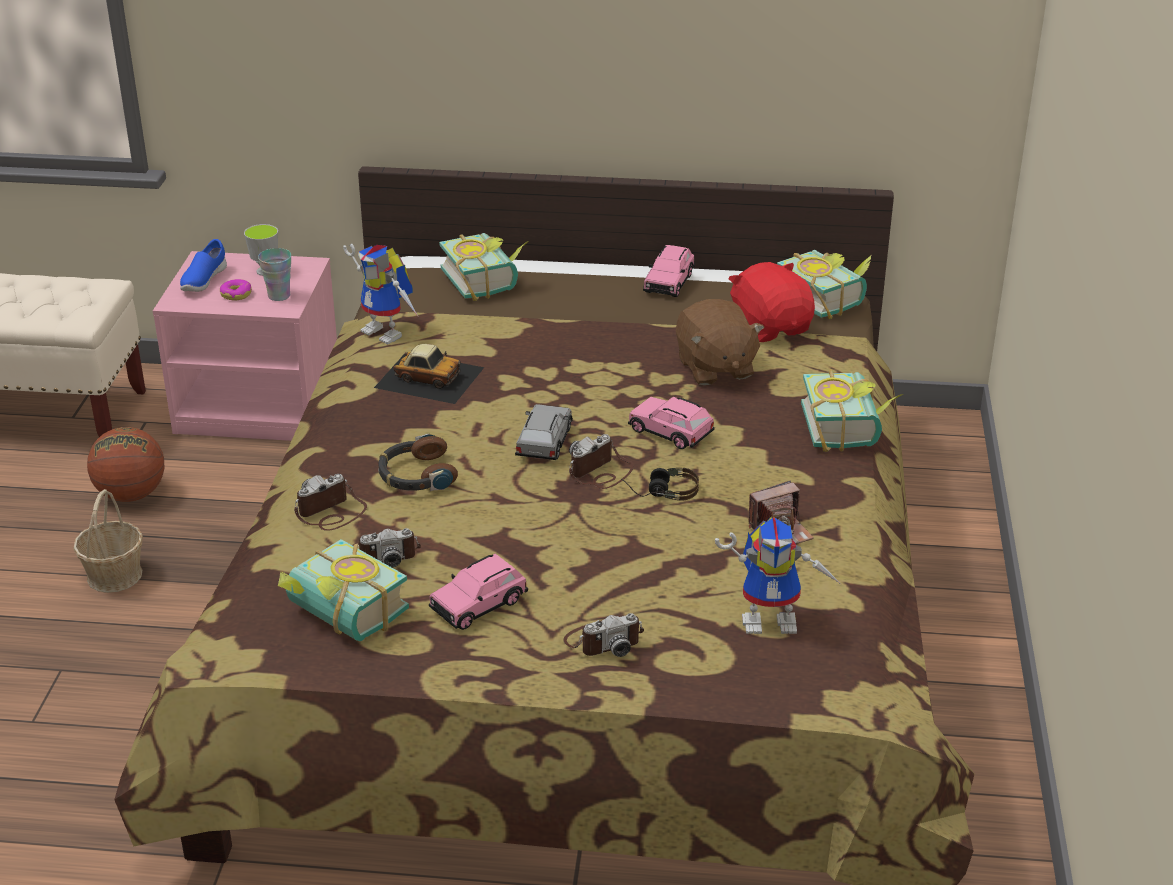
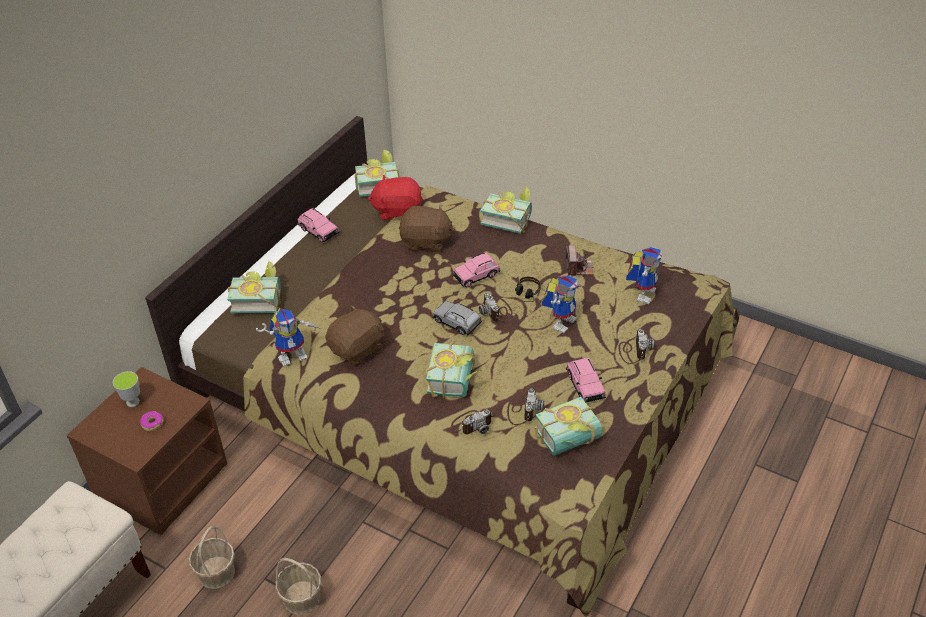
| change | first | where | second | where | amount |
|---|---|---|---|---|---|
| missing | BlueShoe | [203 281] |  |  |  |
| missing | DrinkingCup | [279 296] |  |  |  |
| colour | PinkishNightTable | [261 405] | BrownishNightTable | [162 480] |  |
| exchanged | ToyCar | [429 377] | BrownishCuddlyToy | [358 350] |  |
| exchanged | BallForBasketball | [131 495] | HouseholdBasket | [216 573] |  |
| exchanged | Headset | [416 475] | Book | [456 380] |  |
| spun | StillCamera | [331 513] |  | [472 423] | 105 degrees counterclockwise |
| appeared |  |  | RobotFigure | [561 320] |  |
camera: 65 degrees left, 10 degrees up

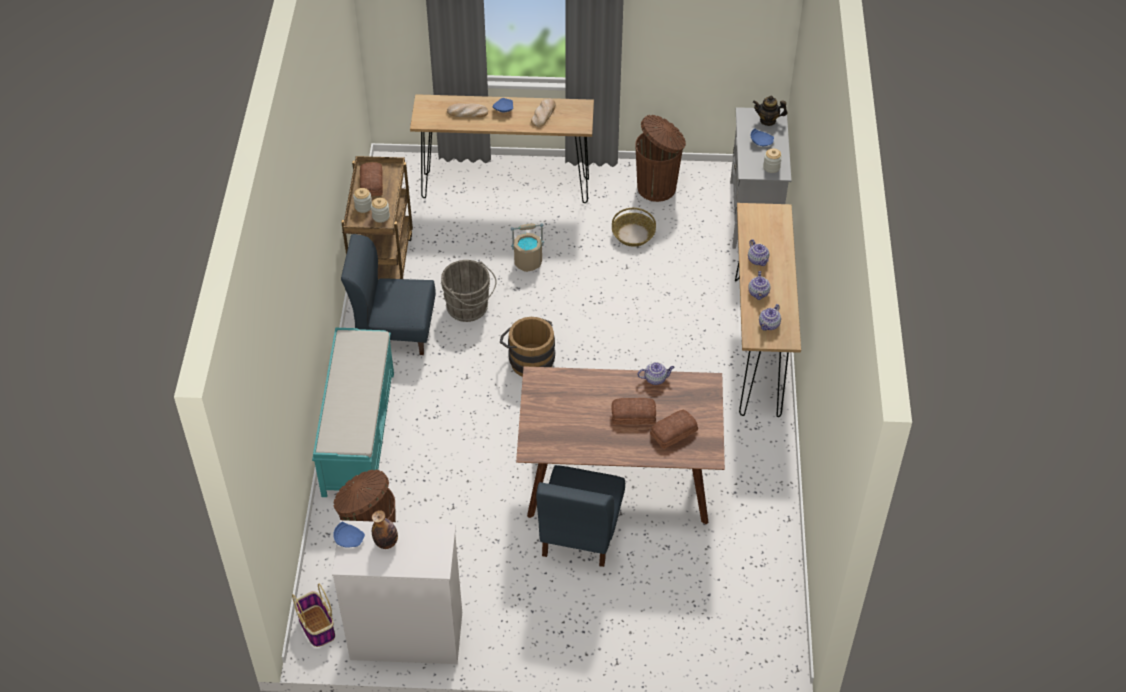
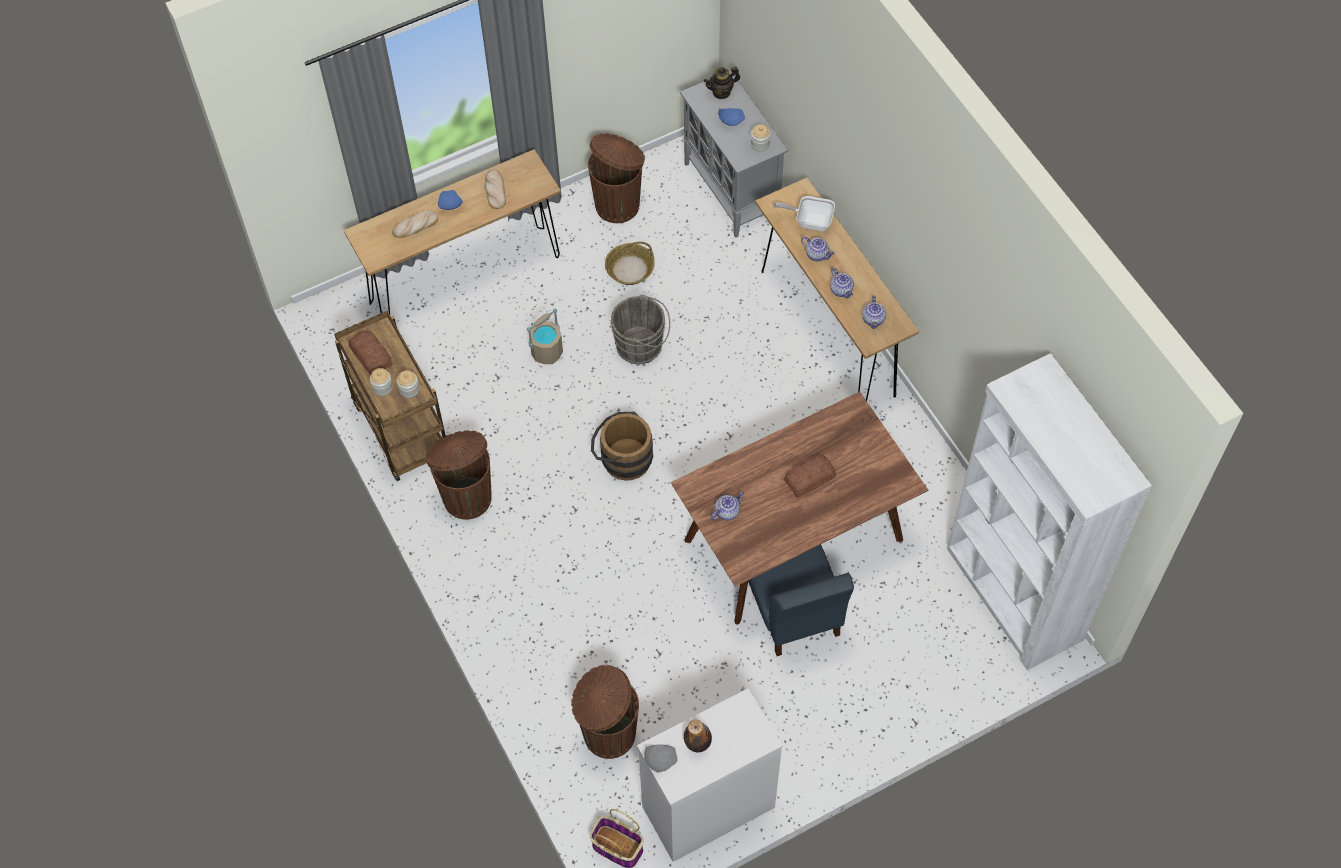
| change | first | where | second | where | amount |
|---|---|---|---|---|---|
| exchanged | BlueChair | [394 331] | BrownishRubbishBin | [466 496] |  |
| relocated | GreyishWaterBucket | [469 308] |  | [642 346] |  |
| missing | TurquoiseIndoorBench | [358 432] |  |  |  |
| relocated | PotForTea | [655 378] |  | [727 511] |  |
| missing | BakedBread | [672 432] |  |  |  |
| colour | BlueFlatDish | [349 539] | GreyishFlatDish | [660 759] |  |
| appeared |  |  | Skillet | [810 221] |  |
| appeared |  |  | WhiteBookcase | [1013 595] |  |
camera: 30 degrees left, 10 degrees up

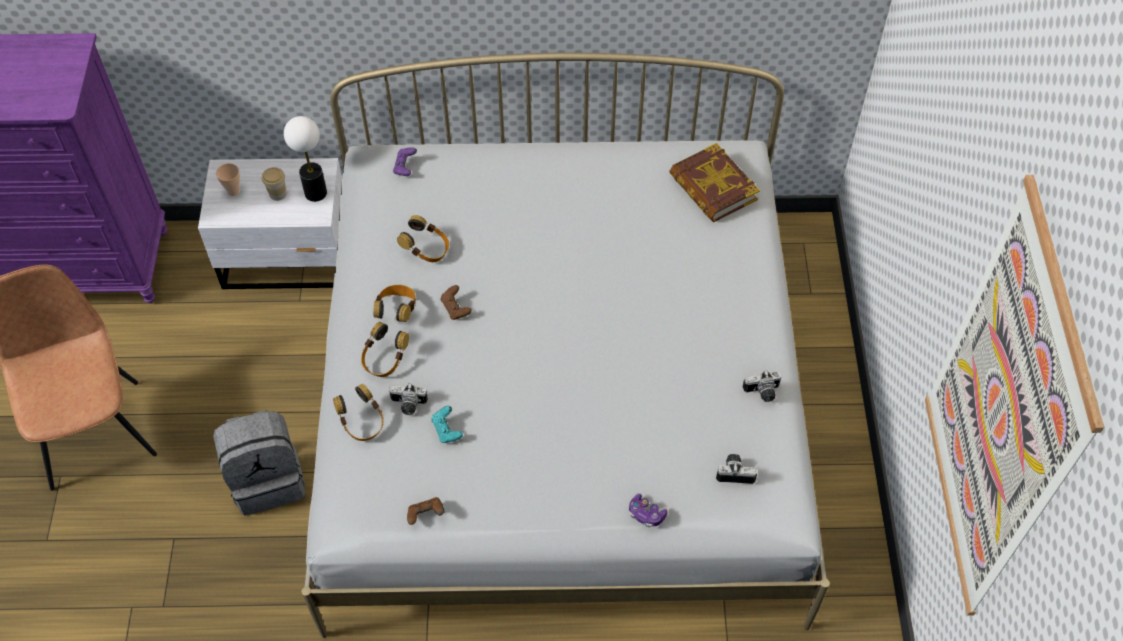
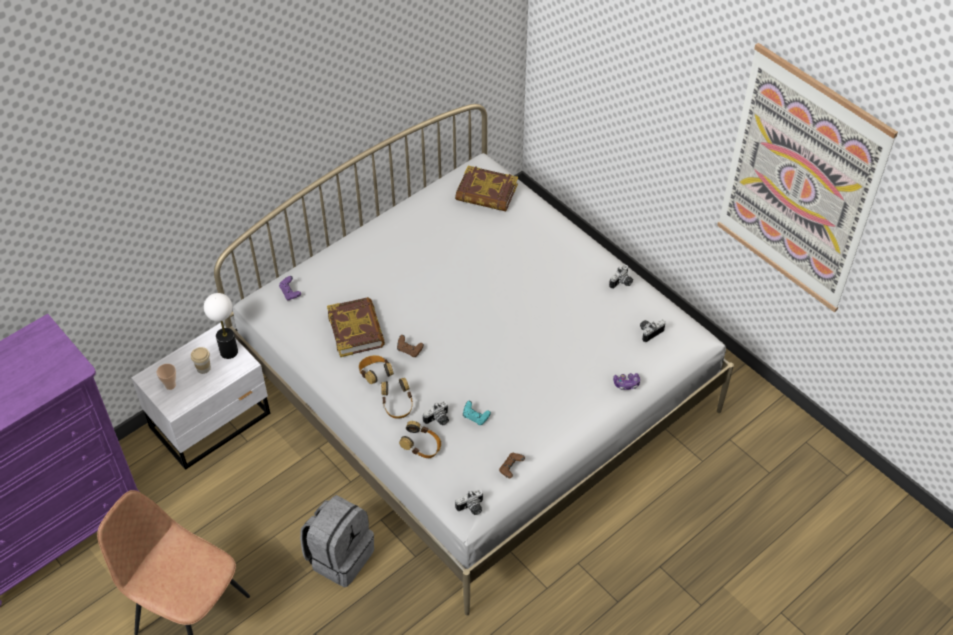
| change | first | where | second | where | amount |
|---|---|---|---|---|---|
| exchanged | Headset | [427 250] | Book | [356 330] |  |
| appeared |  |  | StillCamera | [471 508] |  |
camera: 40 degrees left, 5 degrees down

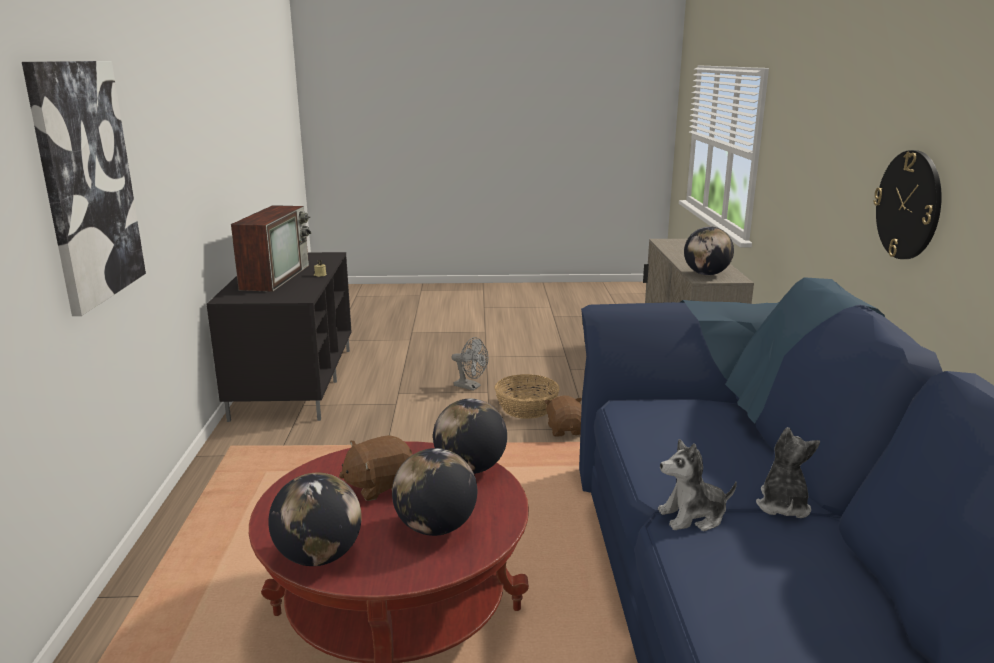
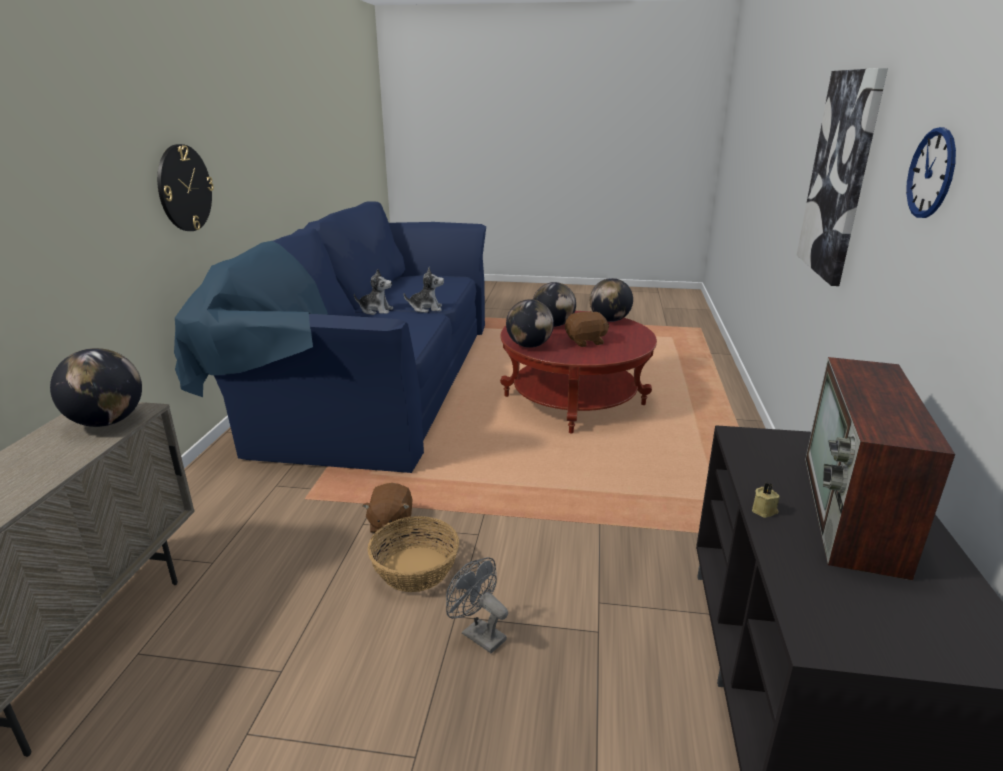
| change | first | where | second | where | amount |
|---|---|---|---|---|---|
| spun | CuddlyToy | [782 505] |  | [376 311] | 105 degrees counterclockwise |
| appeared |  |  | ClockOnTheWall | [931 173] |  |
camera: 170 degrees left, 5 degrees up

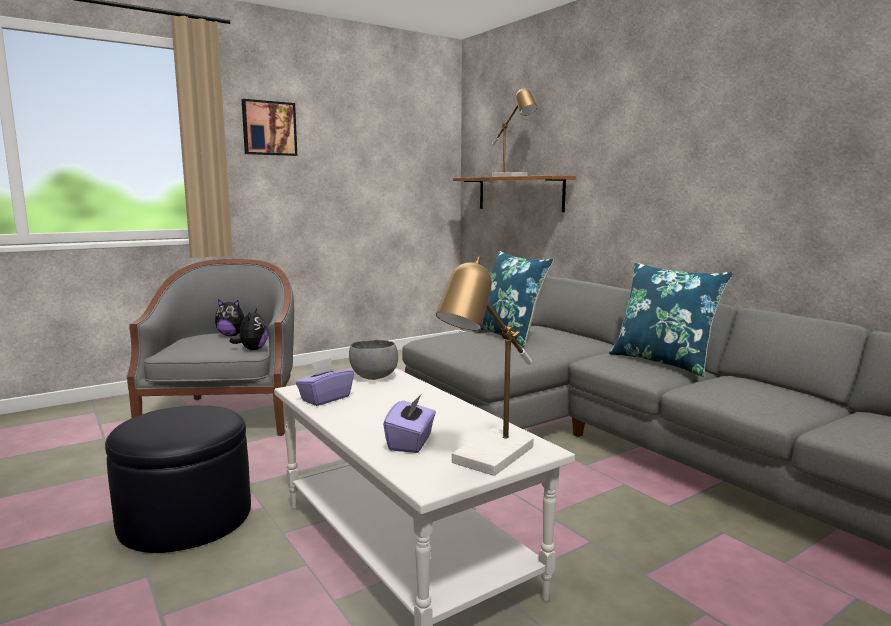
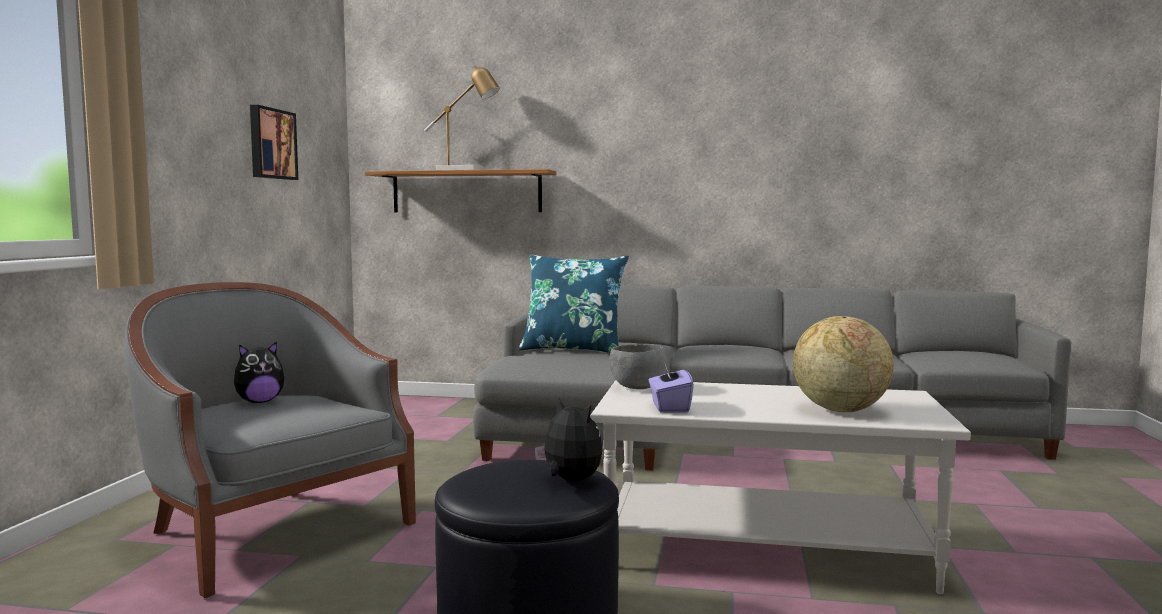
| change | first | where | second | where | amount |
|---|---|---|---|---|---|
| relocated | Picture | [269 128] |  | [271 144] |  |
| missing | LampForATable | [488 459] |  |  |  |
| missing | BlueCushion | [663 362] |  |  |  |
| relocated | CuddlyToy | [252 349] |  | [569 481] |  |
| exchanged | PurpleColouredTissueBox | [411 442] | WorldGlobe | [839 410] |  |
camera: 45 degrees left, 5 degrees down

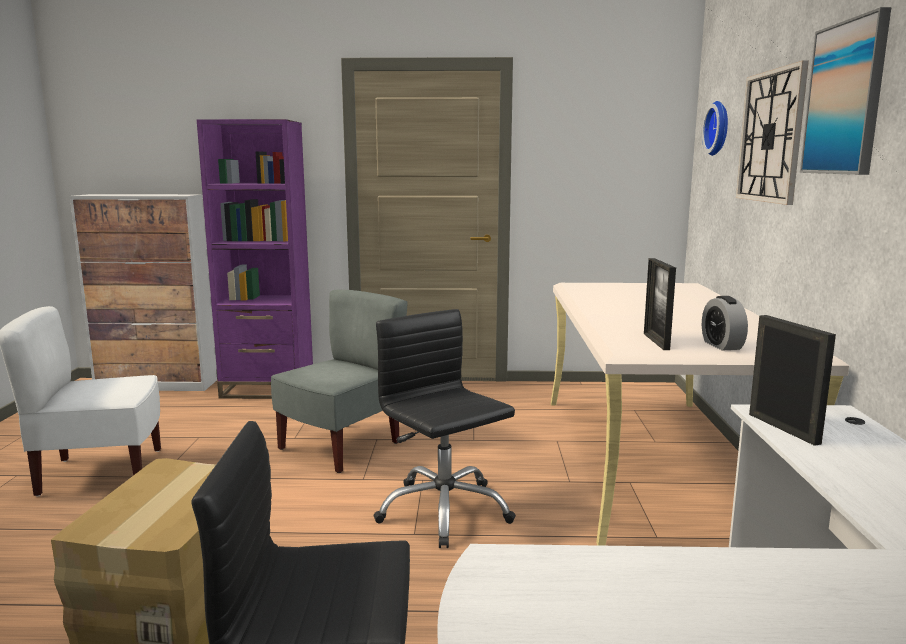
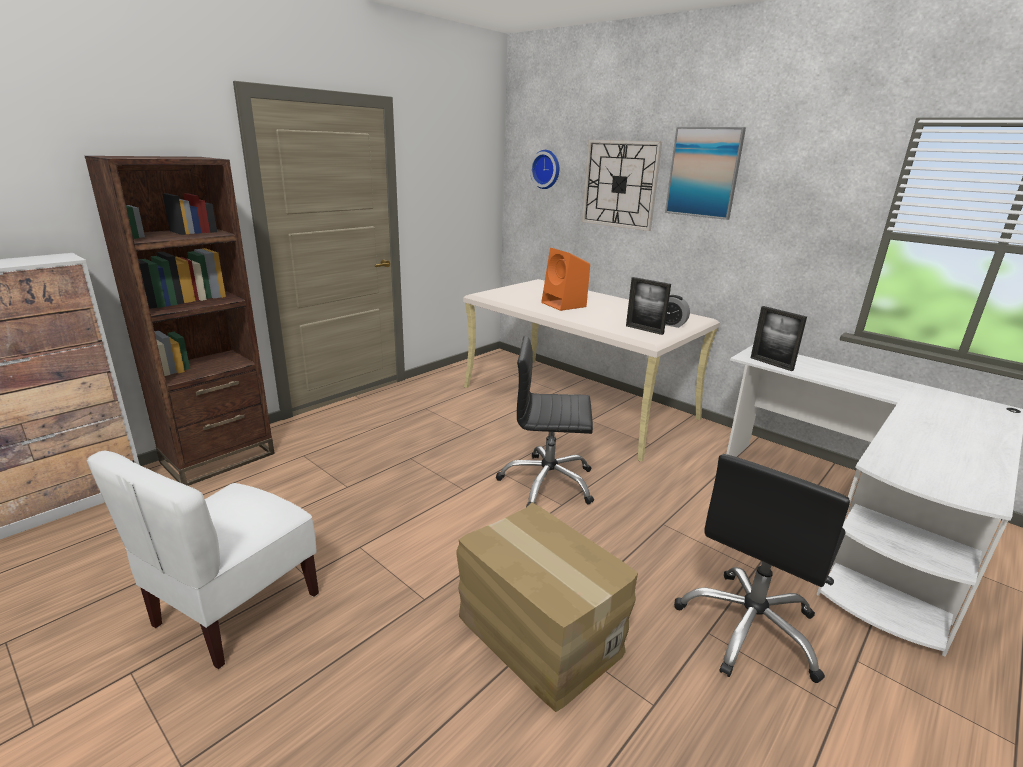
| change | first | where | second | where | amount |
|---|---|---|---|---|---|
| colour | PurpleColouredBookcase | [268 389] | BrownishBookcase | [218 458] |  |
| missing | GreyishChair | [341 446] |  |  |  |
| spun | PhotoFrame | [783 428] |  | [771 364] | 150 degrees counterclockwise |
| appeared |  |  | OrangeLoudspeaker | [564 305] |  |
camera: 50 degrees left, 10 degrees up

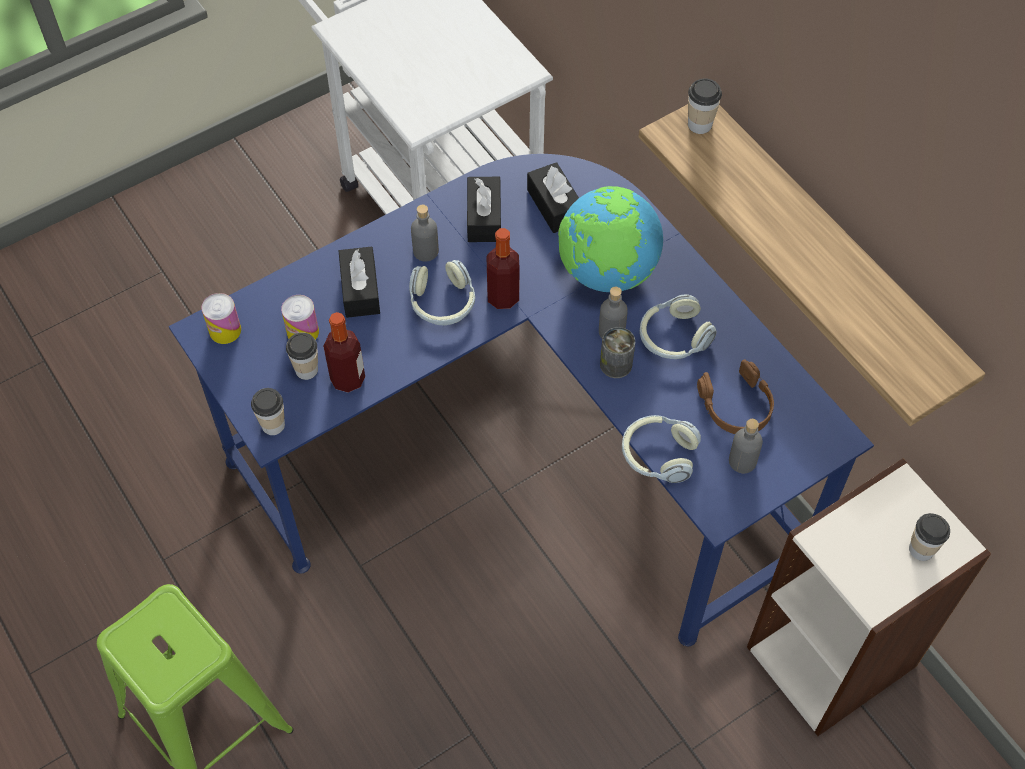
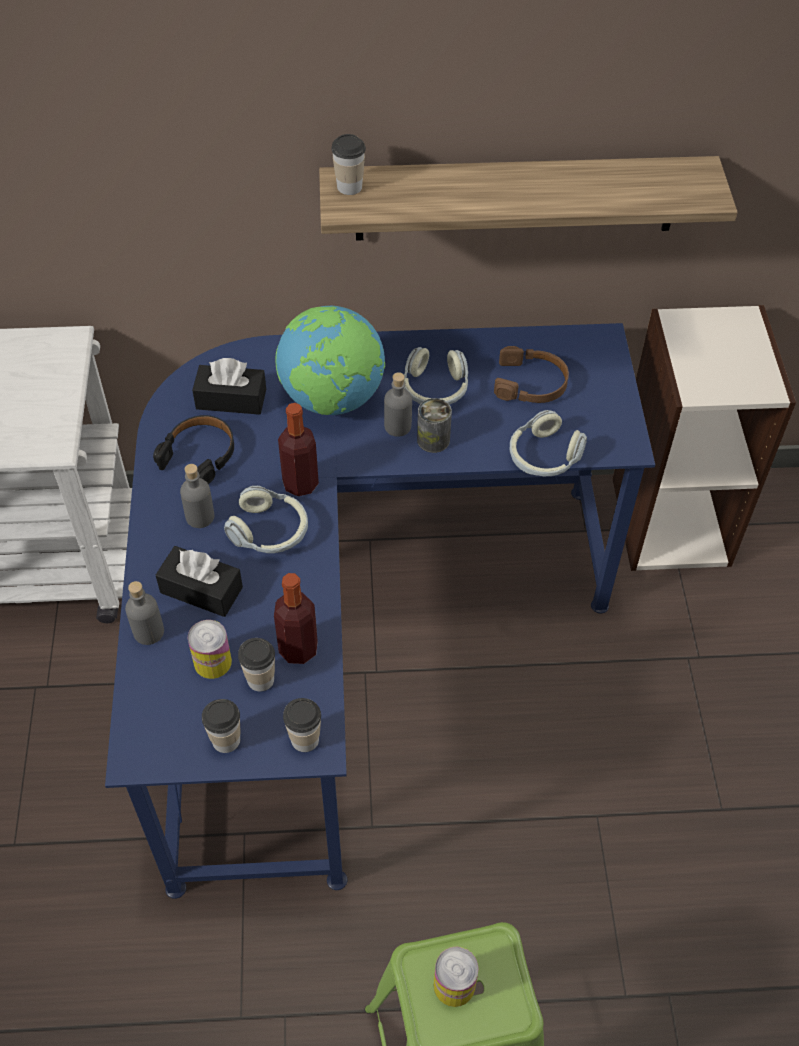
| change | first | where | second | where | amount |
|---|---|---|---|---|---|
| exchanged | BlackColouredTissueBox | [484 217] | BlackColouredHeadset | [199 455] |  |
| relocated | MetalCan | [225 330] |  | [454 985] |  |
| relocated | GreyishDrinkBottle | [742 461] |  | [148 632] |  |
| relocated | DrinkingCup | [921 549] |  | [226 740] |  |
camera: 60 degrees left, 5 degrees down

